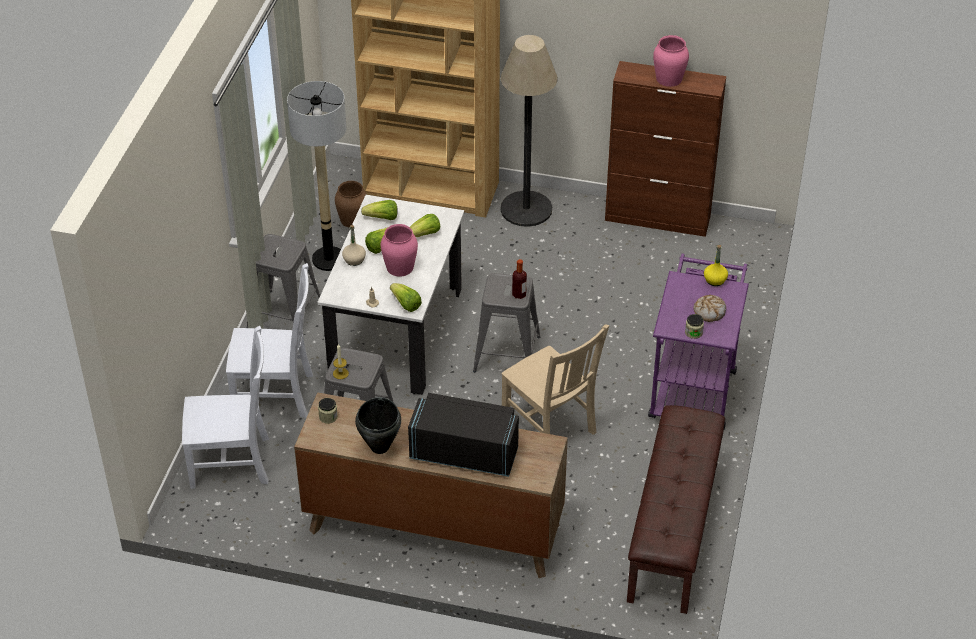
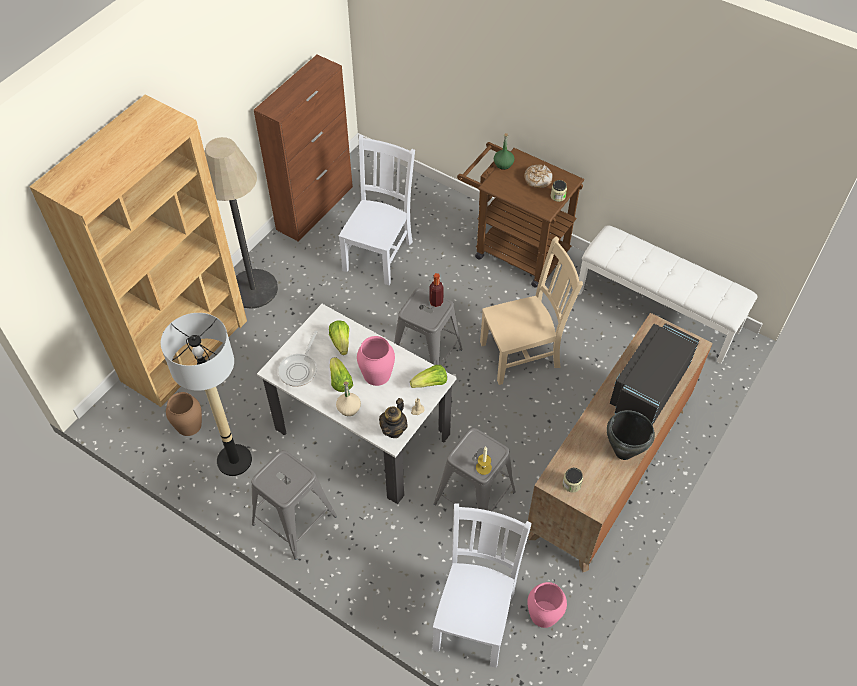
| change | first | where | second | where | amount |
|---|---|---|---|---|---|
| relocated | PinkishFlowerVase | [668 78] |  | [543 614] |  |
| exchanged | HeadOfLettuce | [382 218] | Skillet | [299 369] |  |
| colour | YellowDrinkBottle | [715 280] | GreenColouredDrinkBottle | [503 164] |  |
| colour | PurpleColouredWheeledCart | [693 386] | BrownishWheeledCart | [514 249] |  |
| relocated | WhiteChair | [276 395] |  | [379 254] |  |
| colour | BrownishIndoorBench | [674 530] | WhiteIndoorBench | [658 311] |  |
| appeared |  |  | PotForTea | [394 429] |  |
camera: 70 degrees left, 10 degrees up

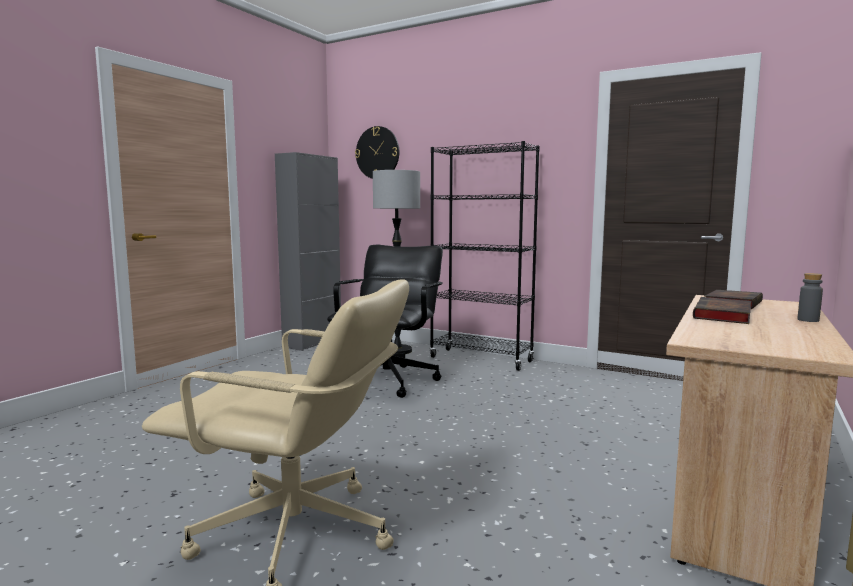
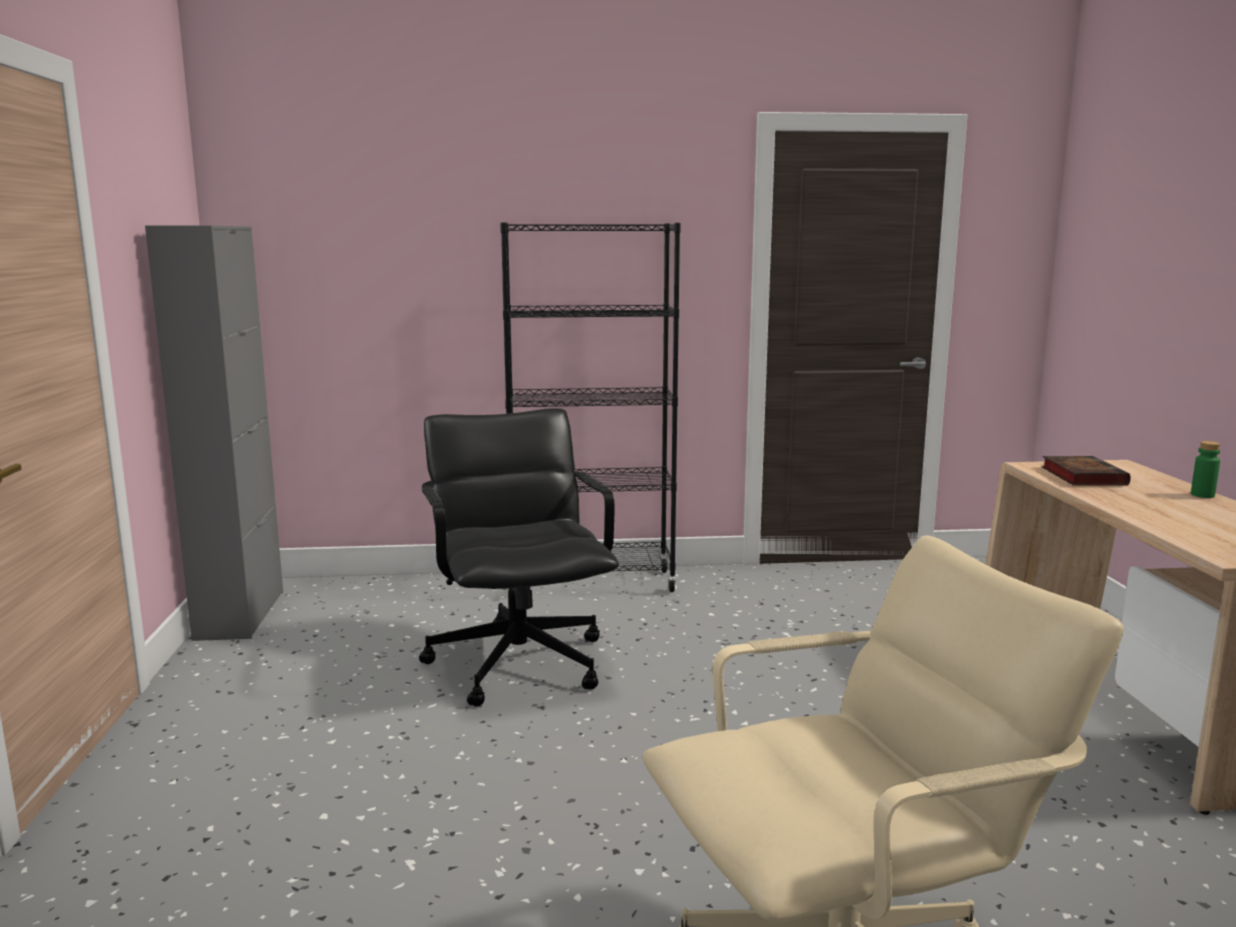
| change | first | where | second | where | amount |
|---|---|---|---|---|---|
| missing | ClockOnTheWall | [377 153] |  |  |  |
| missing | StandardLamp | [397 351] |  |  |  |
| colour | GreyishDrinkBottle | [808 320] | GreenColouredDrinkBottle | [1202 495] |  |
| missing | Book | [723 316] |  |  |  |
camera: 35 degrees left, 5 degrees up

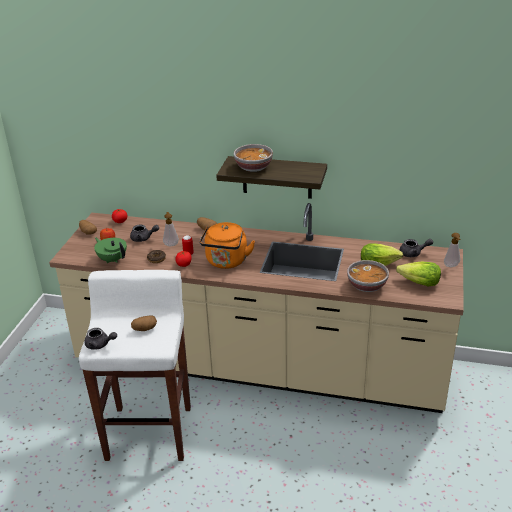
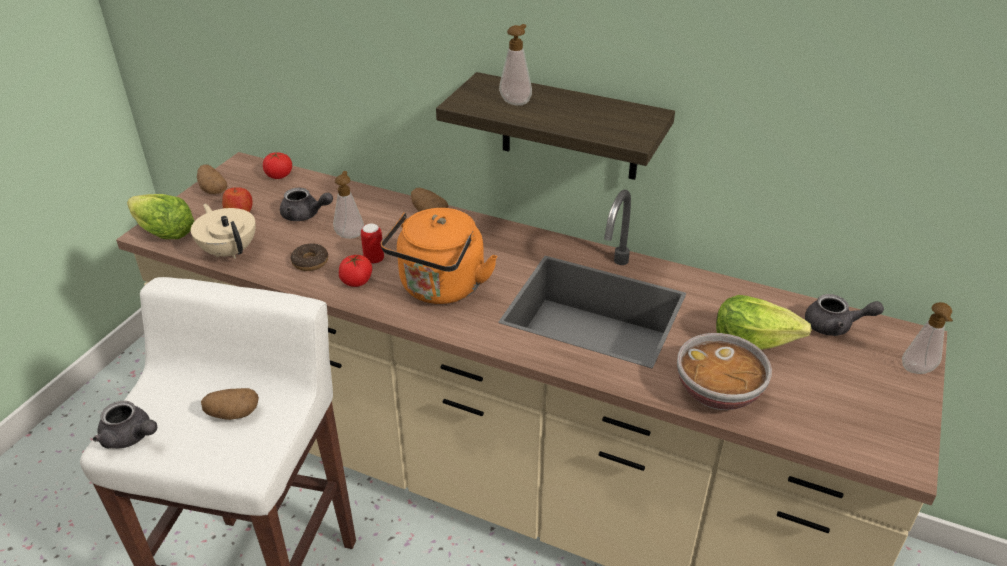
| change | first | where | second | where | amount |
|---|---|---|---|---|---|
| exchanged | Bowl | [253 167] | SoapBottle | [516 101] |  |
| colour | GreenColouredPotForTea | [112 259] | BeigePotForTea | [229 251] |  |
| relocated | HeadOfLettuce | [419 283] |  | [163 232] |  |
camera: 10 degrees right, 5 degrees up

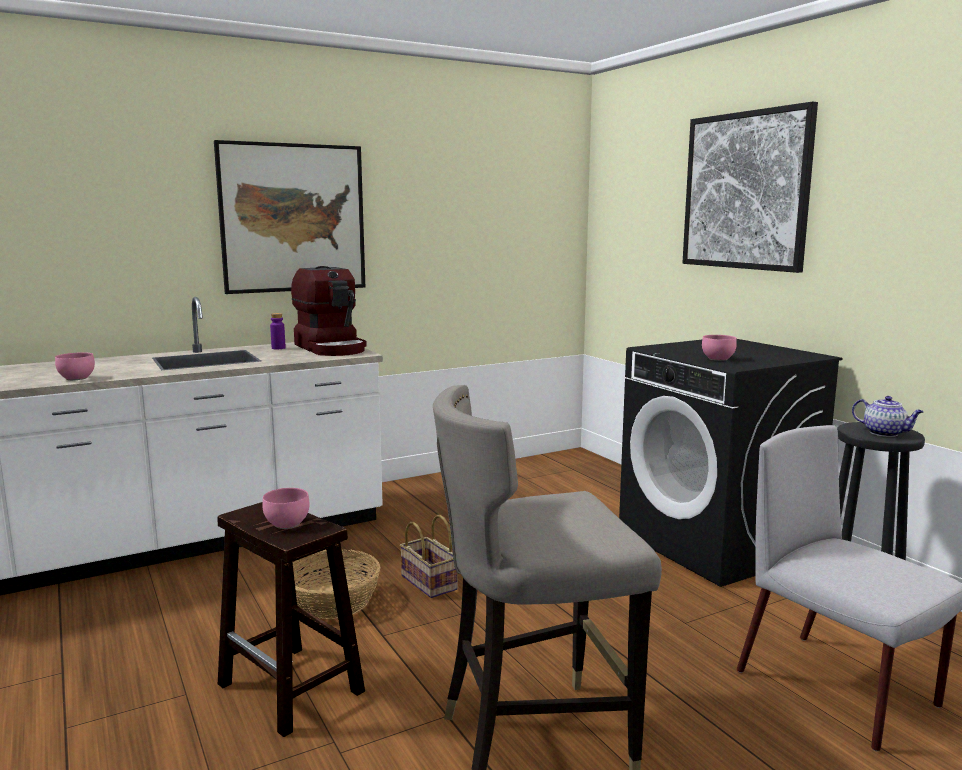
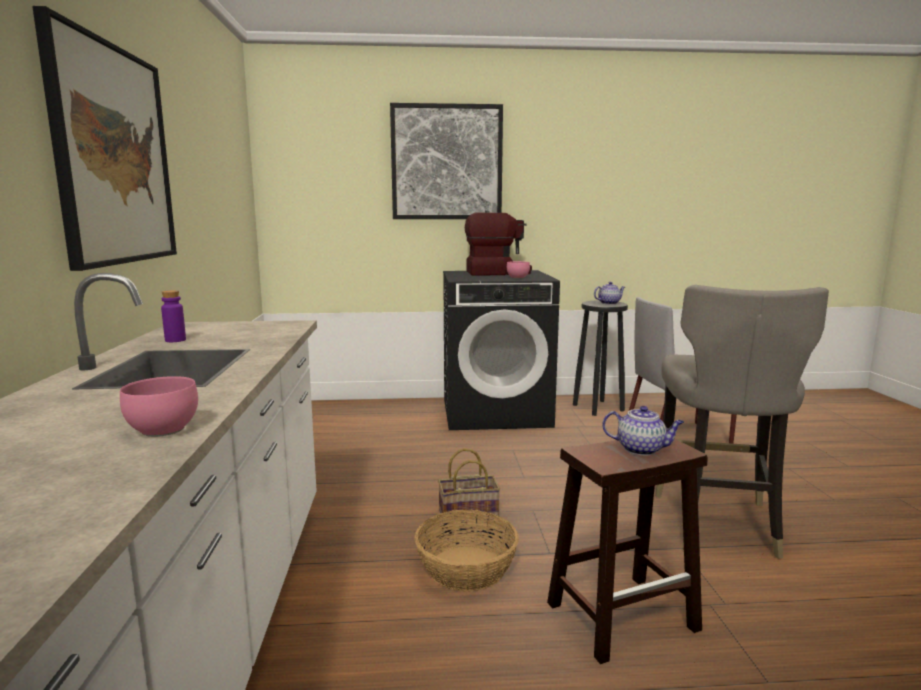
| change | first | where | second | where | amount |
|---|---|---|---|---|---|
| relocated | CoffeeMachine | [332 348] |  | [497 273] |  |
| exchanged | PinkishBowl | [288 524] | PotForTea | [641 449] |  |
camera: 65 degrees left, 0 degrees up

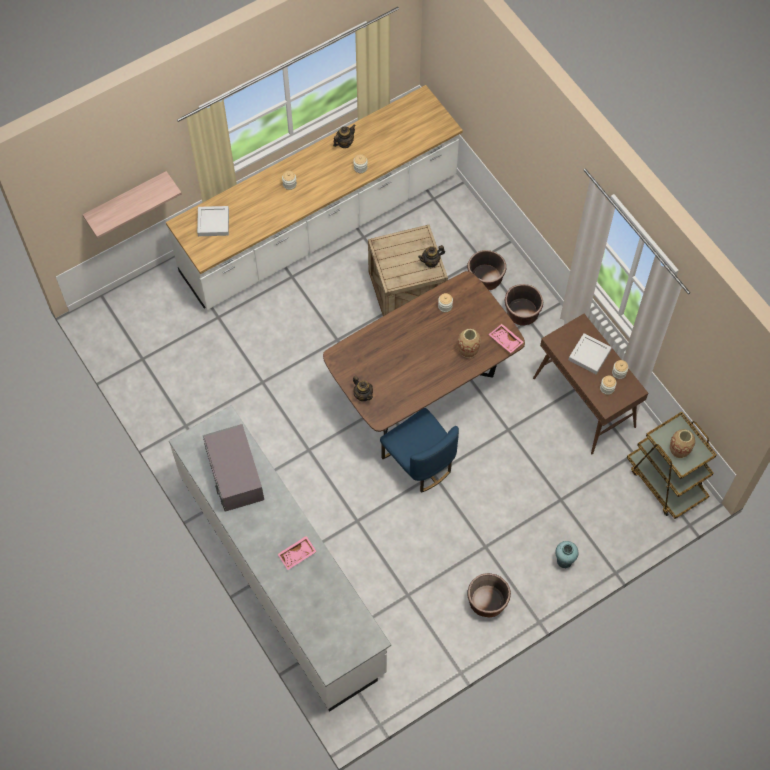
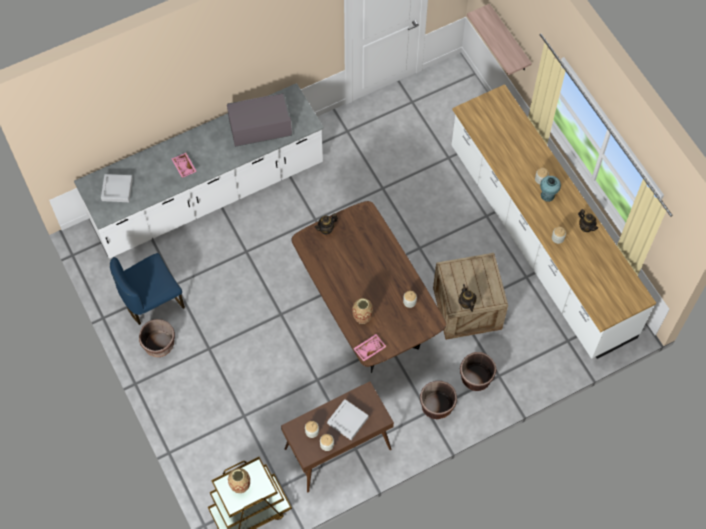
| change | first | where | second | where | amount |
|---|---|---|---|---|---|
| relocated | GreyishTray | [213 223] |  | [117 189] |  |
| relocated | BlueChair | [419 463] |  | [152 300] |  |
| relocated | TurquoiseFlowerVase | [564 560] |  | [547 195] |  |
camera: 95 degrees right, 0 degrees up

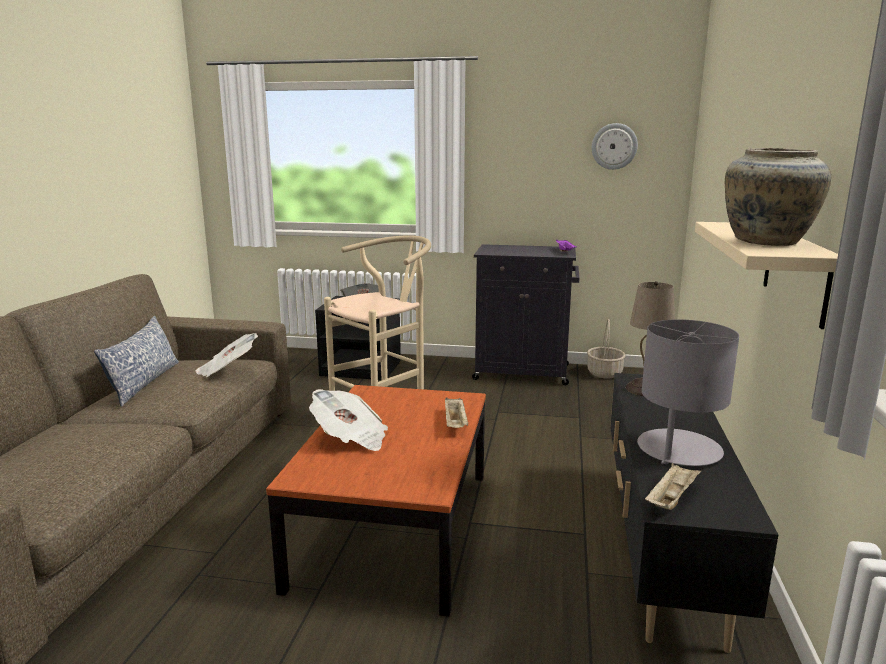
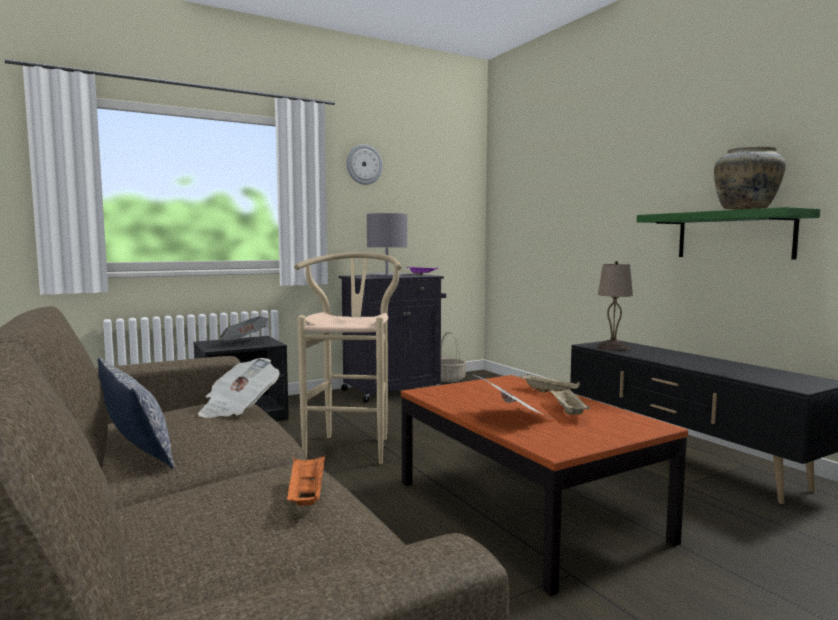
| change | first | where | second | where | amount |
|---|---|---|---|---|---|
| relocated | ClockOnTheWall | [614 146] |  | [364 164] |  |
| colour | BeigeBracketShelf | [796 271] | GreenColouredBracketShelf | [734 235] |  |
| relocated | GreyishLampForATable | [678 450] |  | [387 275] |  |
| relocated | BeigeTray | [671 499] |  | [567 411] |  |
| appeared |  |  | OrangeTray | [306 495] |  |
camera: 40 degrees left, 10 degrees down

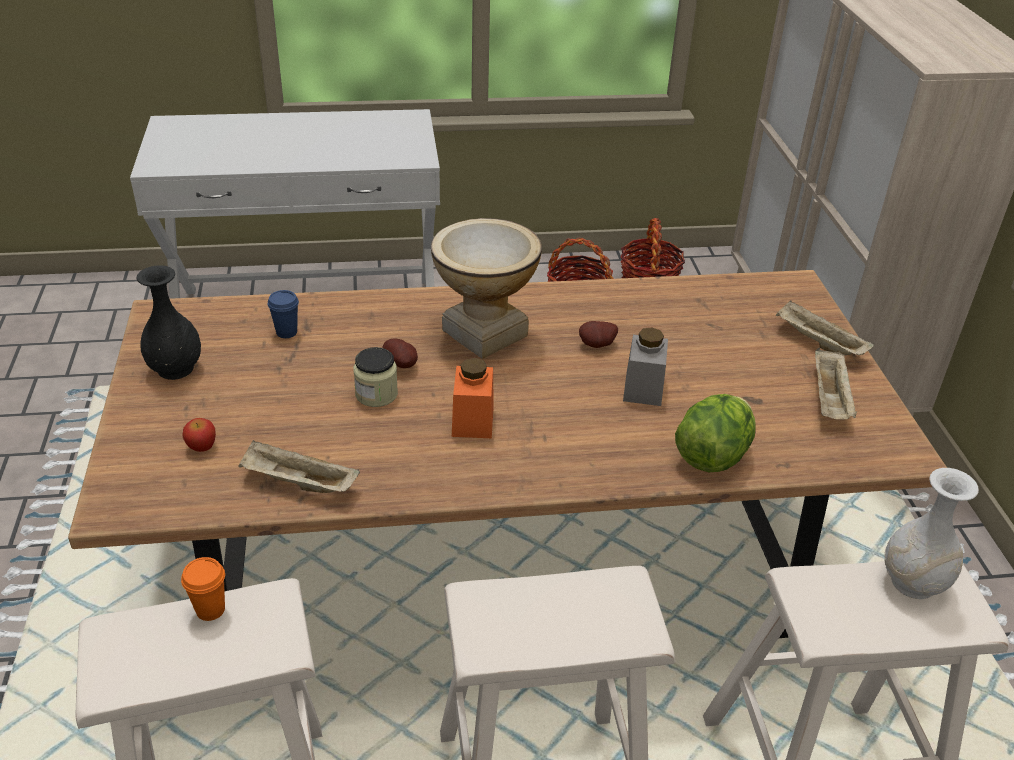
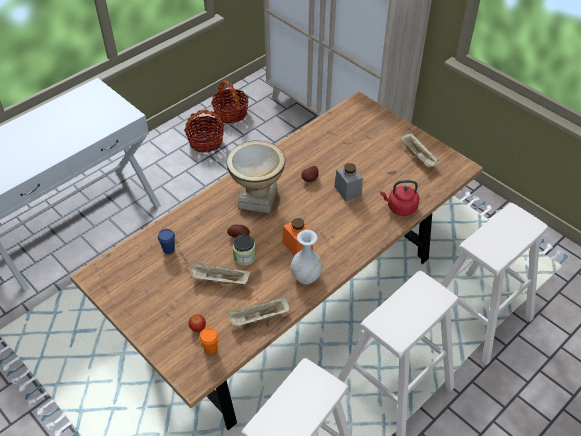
| change | first | where | second | where | amount |
|---|---|---|---|---|---|
| missing | BlackColouredFlowerVase | [176 369] |  |  |  |
| relocated | BeigeTray | [817 343] |  | [219 280] |  |
| exchanged | HeadOfLettuce | [712 456] | RedColouredWaterKettle | [400 208] |  |
| relocated | WhiteFlowerVase | [913 583] |  | [306 276] |  |
| relocated | OrangeDrinkingCup | [210 609] |  | [210 349] |  |
camera: 35 degrees left, 10 degrees up

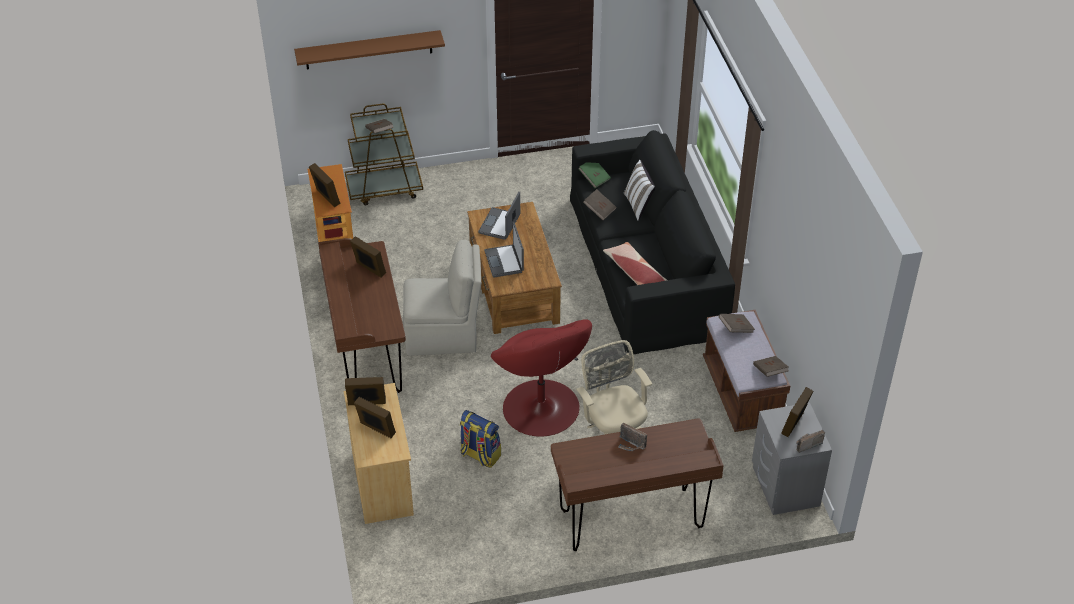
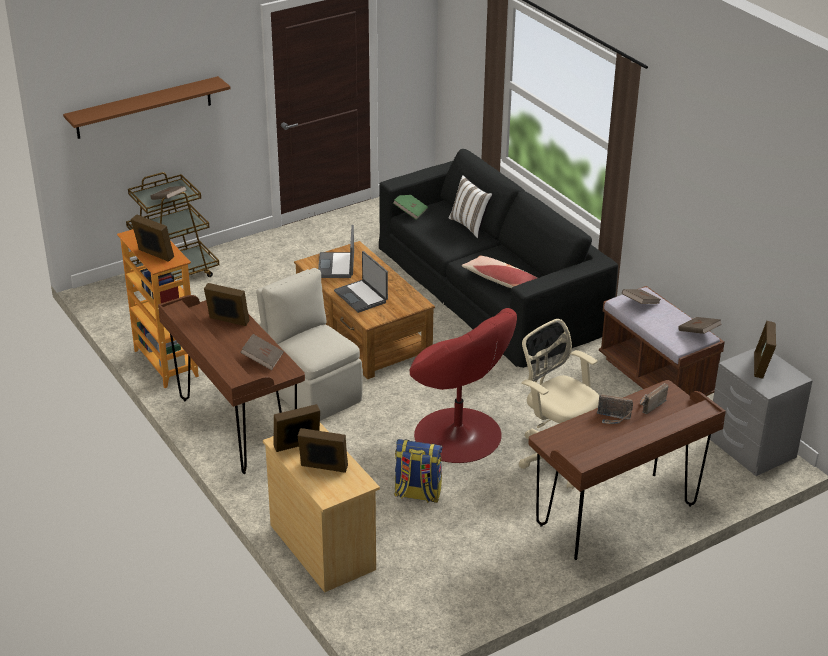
| change | first | where | second | where | amount |
|---|---|---|---|---|---|
| relocated | BrownishBook | [599 210] |  | [262 359] |  |
| spun | BeigeChair | [443 335] |  | [312 392] | 105 degrees counterclockwise |
| relocated | RadioSet | [806 444] |  | [649 405] |  |
camera: 20 degrees left, 10 degrees down

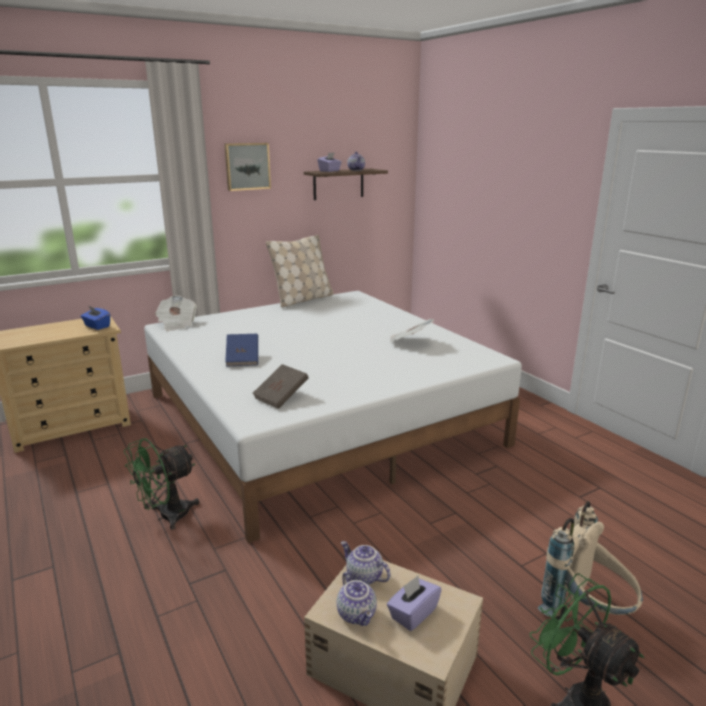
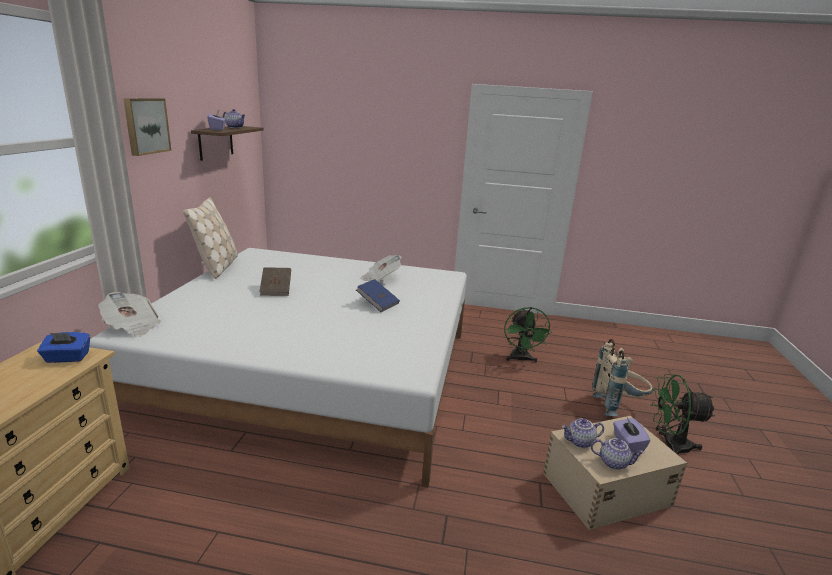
| change | first | where | second | where | amount |
|---|---|---|---|---|---|
| relocated | BlueBook | [243 359] |  | [377 304] |  |
| relocated | BrownishBook | [281 397] |  | [276 290] |  |
| relocated | GreenColouredElectricFan | [166 516] |  | [520 359] |  |
camera: 50 degrees left, 0 degrees up

